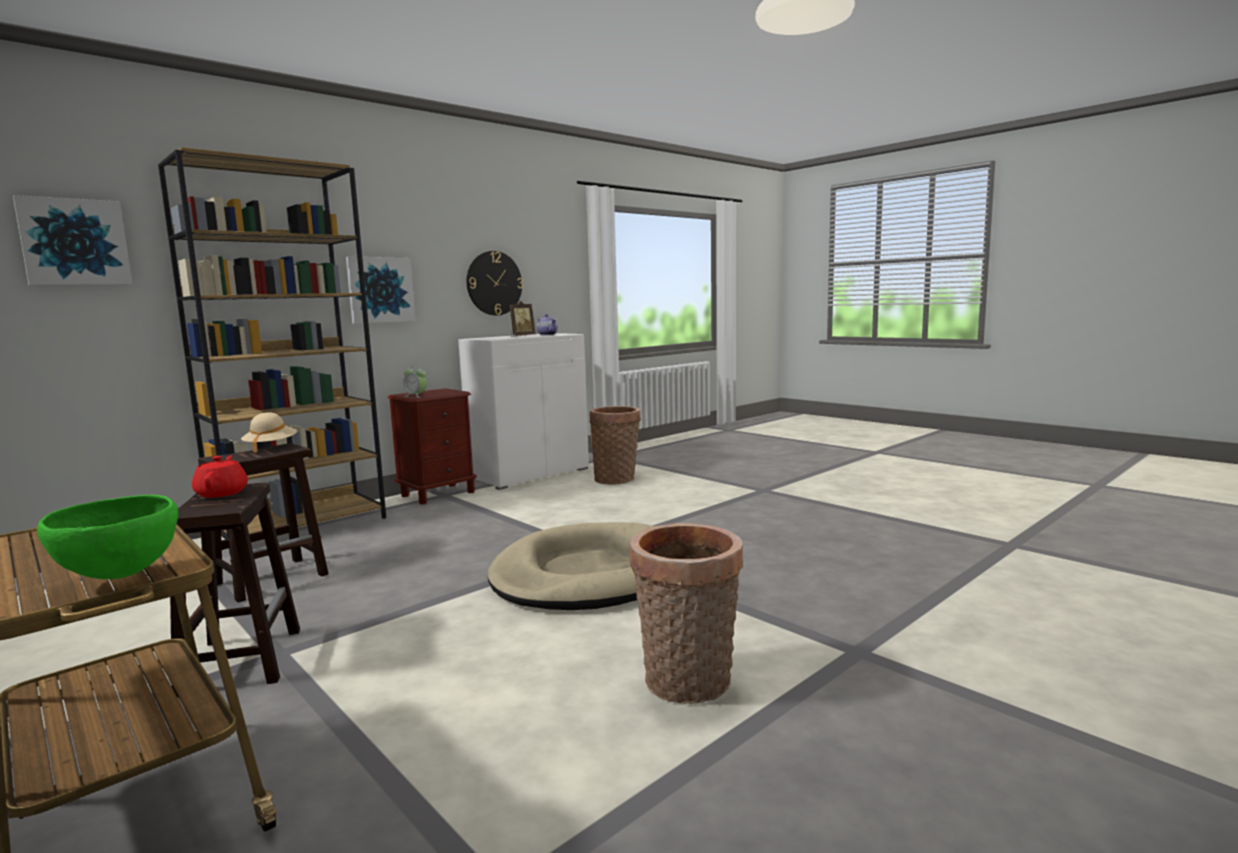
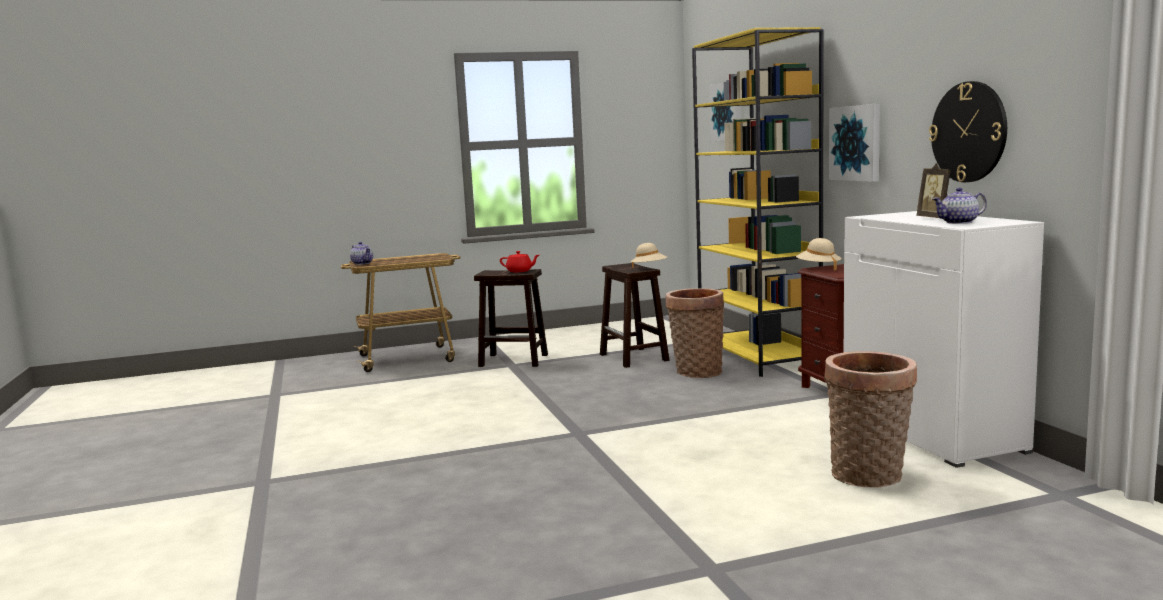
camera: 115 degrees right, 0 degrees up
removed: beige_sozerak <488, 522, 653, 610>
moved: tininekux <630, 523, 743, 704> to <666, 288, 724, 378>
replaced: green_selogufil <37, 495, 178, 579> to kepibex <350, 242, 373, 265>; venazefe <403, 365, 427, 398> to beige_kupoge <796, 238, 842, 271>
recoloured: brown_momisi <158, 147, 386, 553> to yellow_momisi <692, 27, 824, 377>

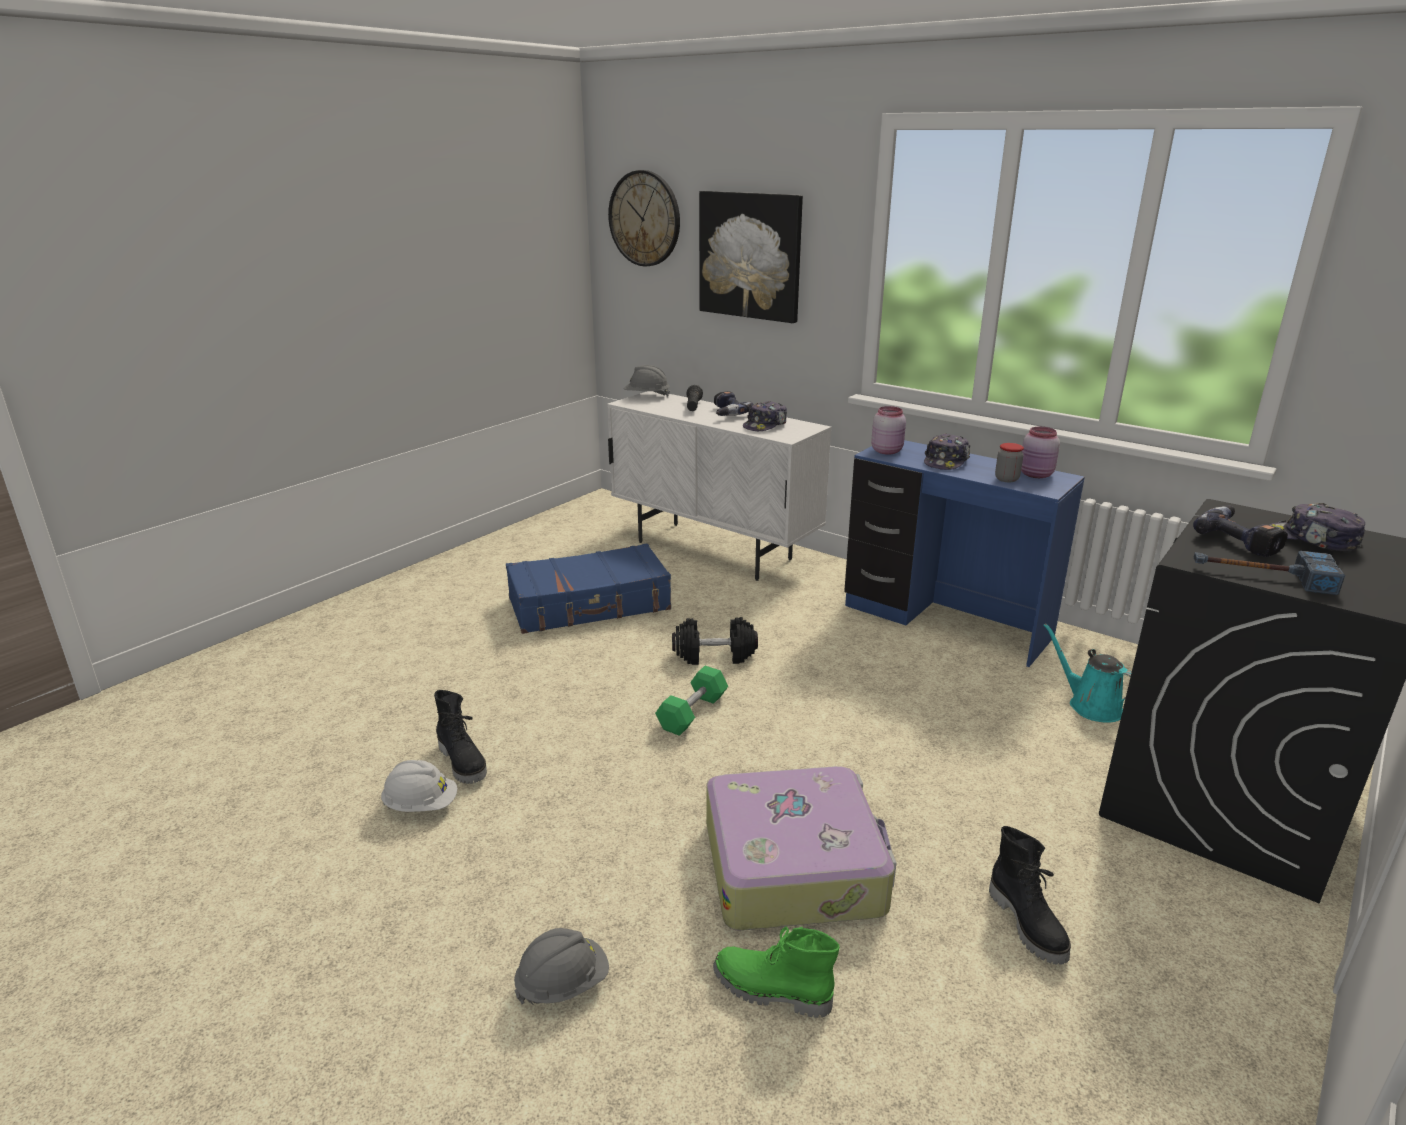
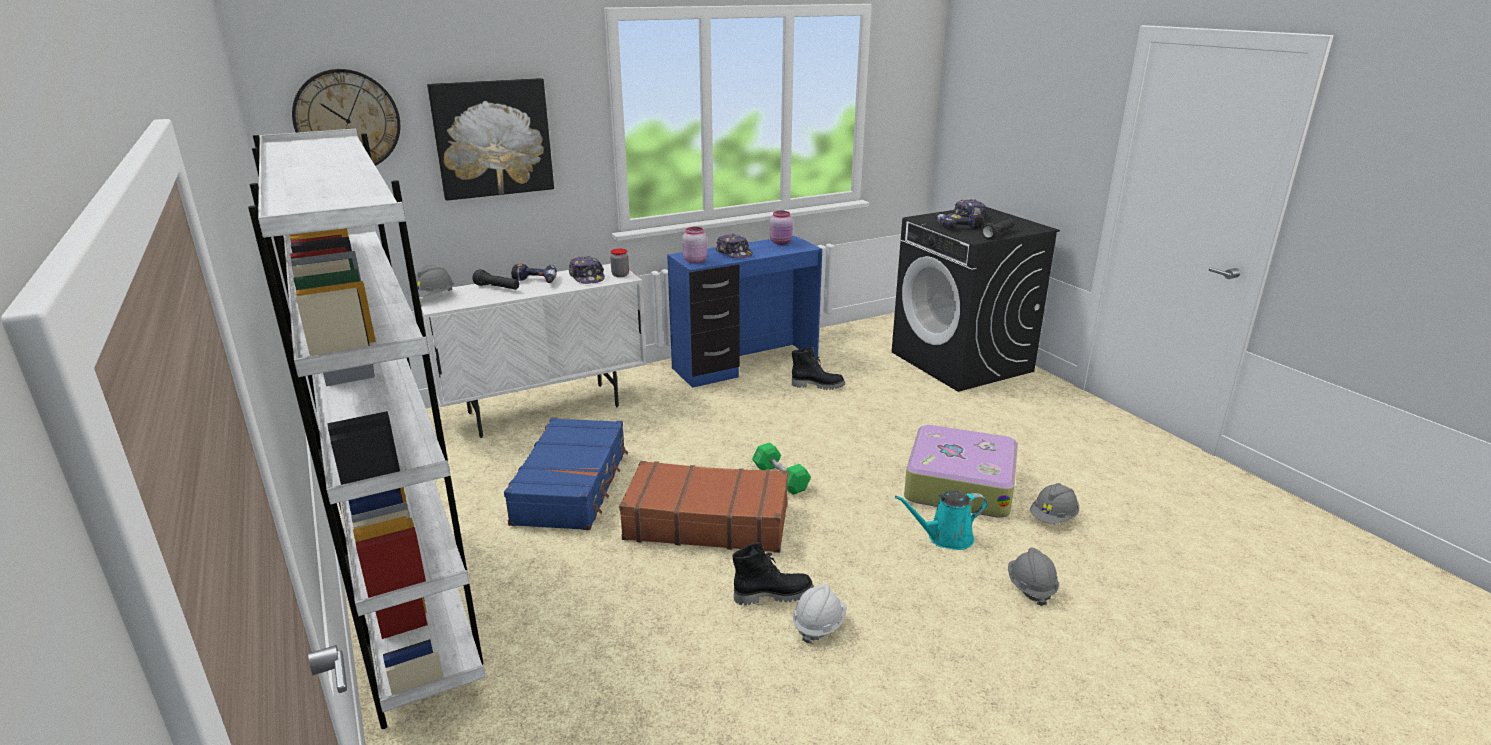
camera: 65 degrees left, 0 degrees up
removed: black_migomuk <672, 617, 758, 665>
added: white_momisi <248, 129, 486, 729>; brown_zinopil <619, 461, 788, 553>
moved: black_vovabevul <989, 826, 1071, 965> to <792, 347, 845, 390>; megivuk <995, 443, 1024, 482> to <610, 248, 629, 277>; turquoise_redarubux <1043, 623, 1132, 723> to <895, 490, 988, 550>
replaced: green_vovabevul <713, 927, 840, 1018> to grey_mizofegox <1030, 483, 1079, 524>; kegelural <1194, 551, 1345, 595> to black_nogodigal <982, 218, 1015, 239>

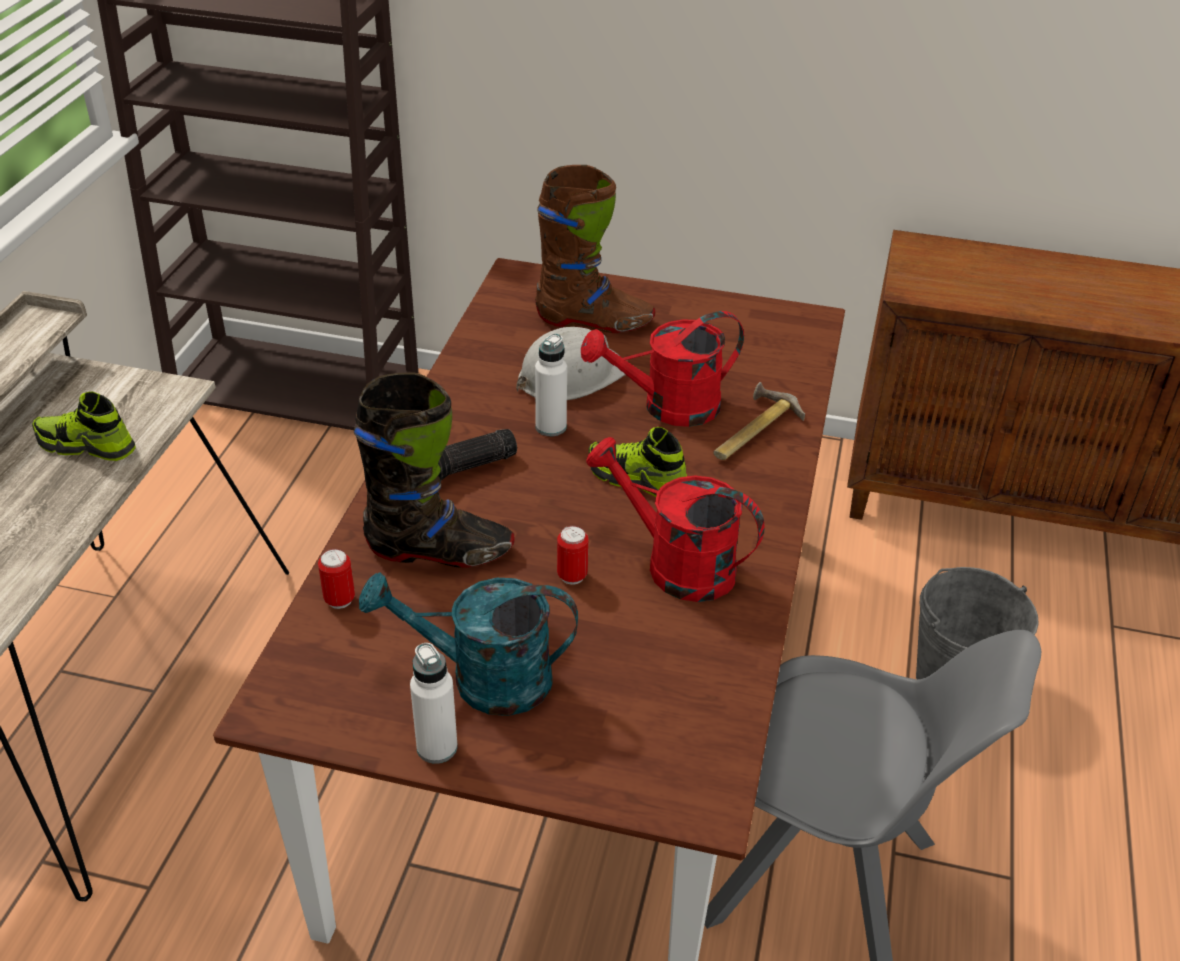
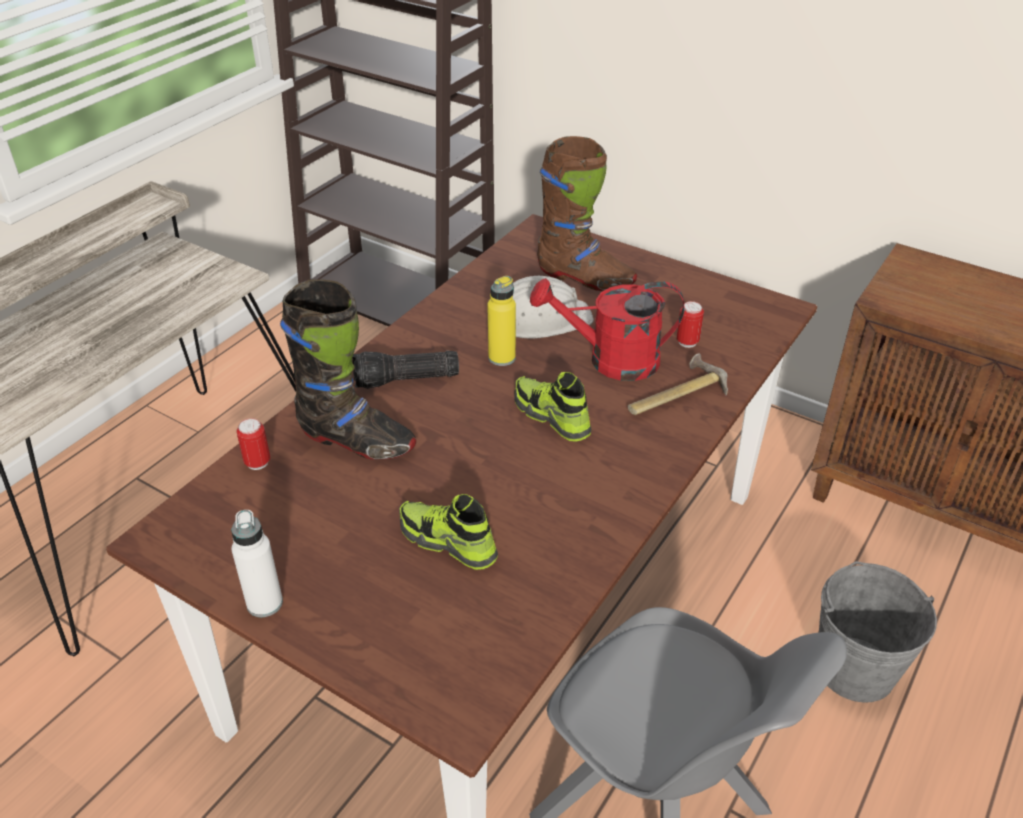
camera: 20 degrees right, 0 degrees up
removed: turquoise_redarubux <359, 572, 578, 716>; red_redarubux <586, 437, 765, 602>
moved: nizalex <32, 391, 135, 461> to <399, 494, 498, 570>; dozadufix <557, 526, 589, 585> to <677, 301, 704, 348>
recoloured: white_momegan <535, 333, 567, 436> to yellow_momegan <487, 276, 516, 366>

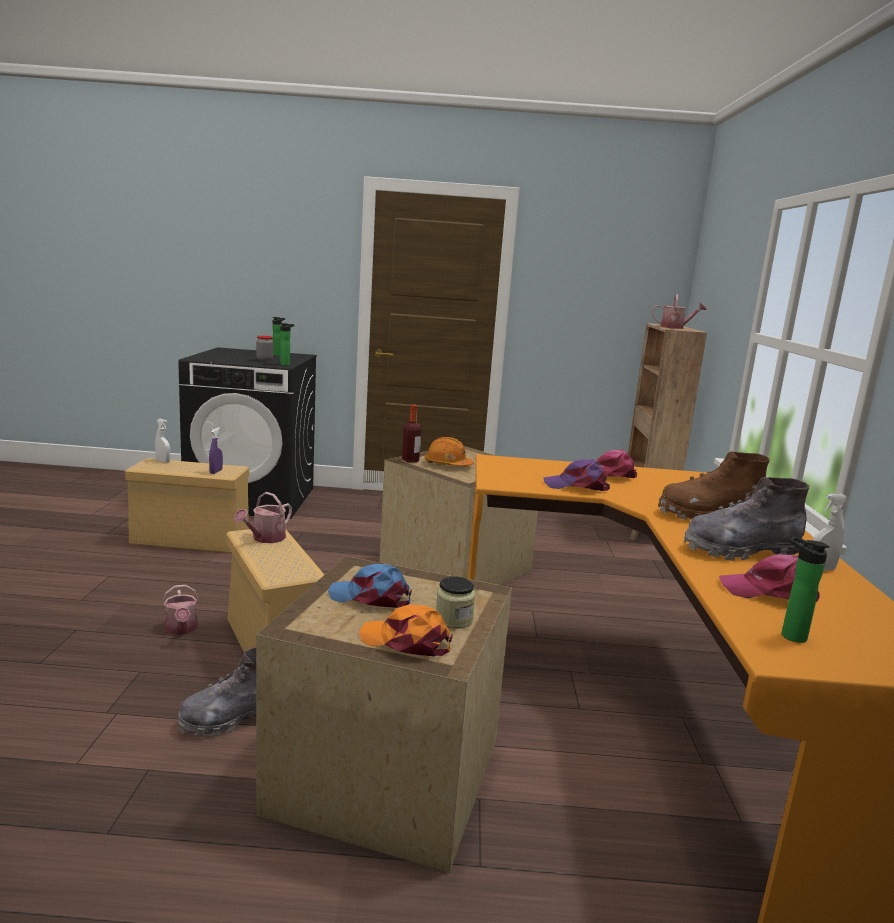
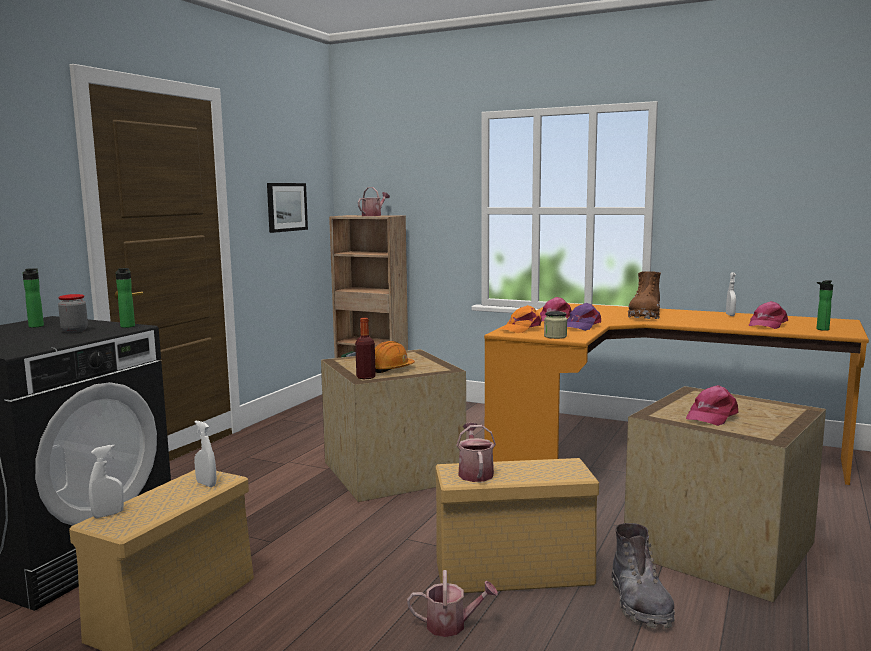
camera: 65 degrees left, 5 degrees down
removed: grey_vovabevul <684, 477, 809, 561>
added: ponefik <267, 183, 308, 233>
moved: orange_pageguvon <359, 604, 453, 657> to <499, 305, 542, 333>; megivuk <436, 576, 475, 629> to <544, 311, 567, 339>
recoloured: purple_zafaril <209, 427, 223, 474> to white_zafaril <194, 421, 217, 487>; blue_pageguvon <328, 564, 412, 608> to pink_pageguvon <686, 385, 738, 426>
turned: redarubux <234, 492, 292, 543> = <456, 423, 496, 482> 150 degrees counterclockwise

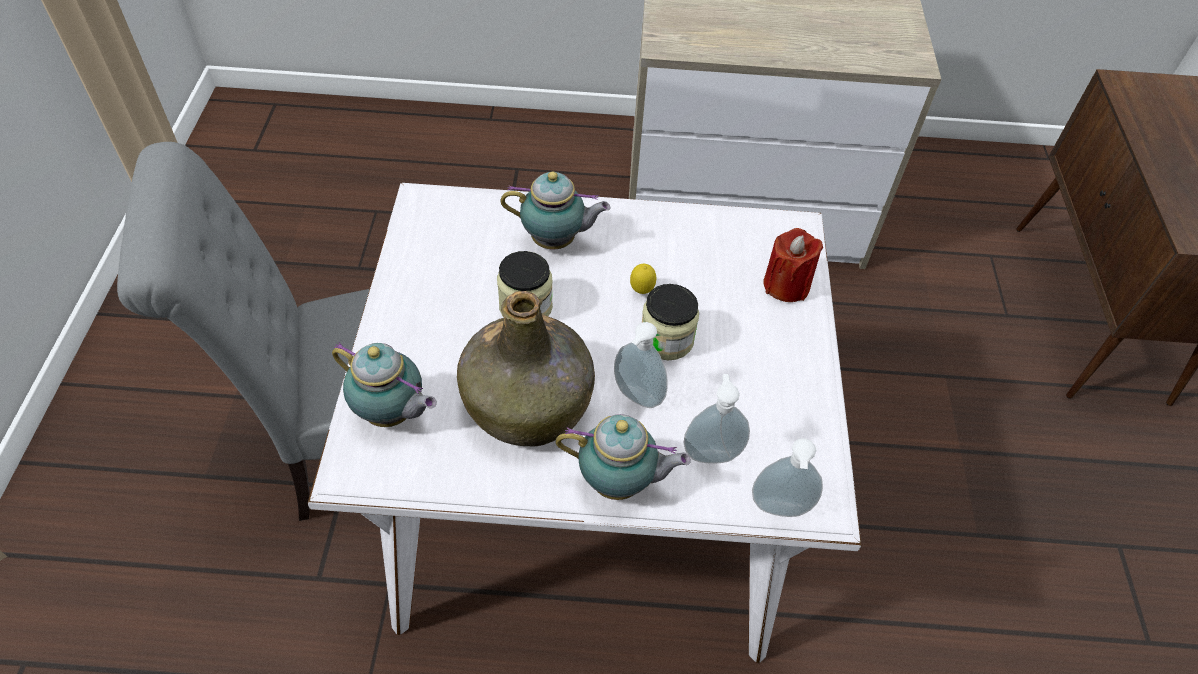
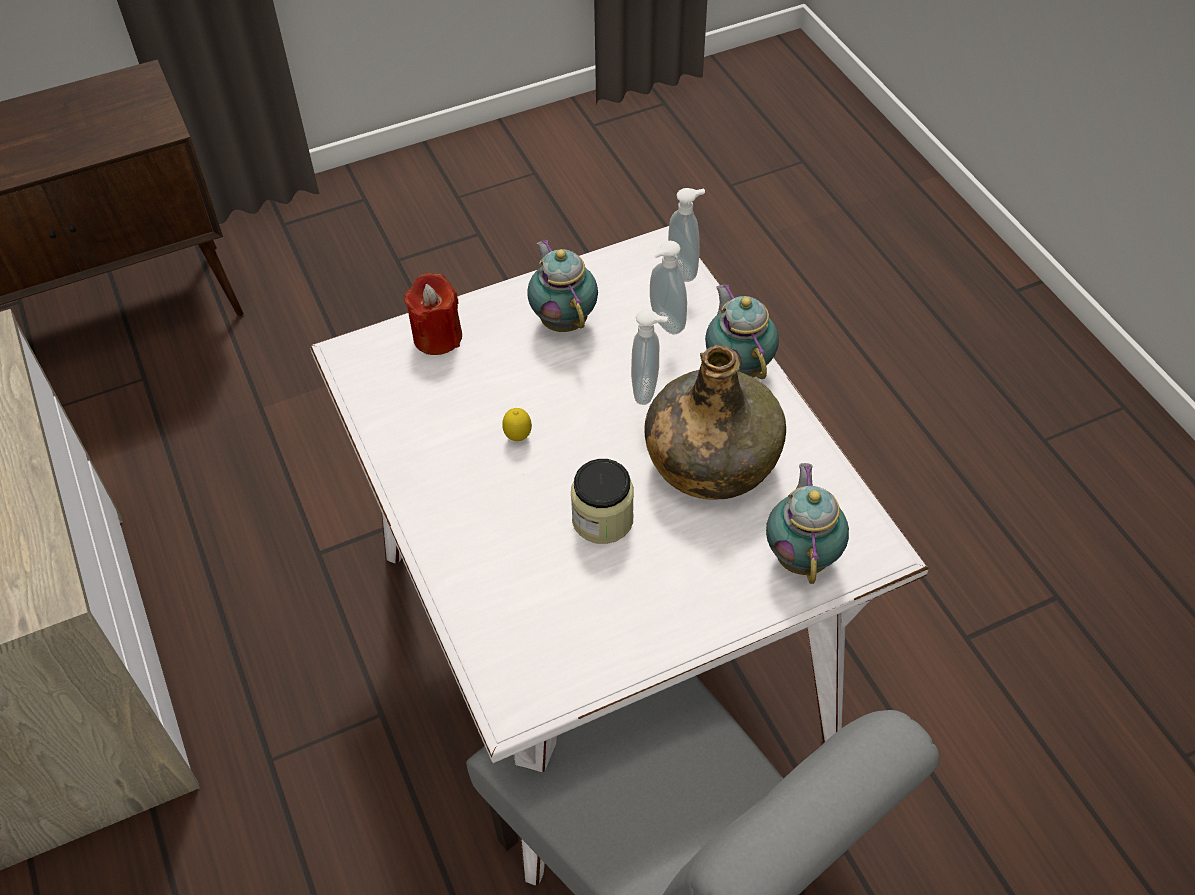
camera: 115 degrees left, 0 degrees up
removed: megivuk <642, 284, 699, 360>
moved: kepibex <501, 171, 610, 249> to <527, 239, 598, 332>

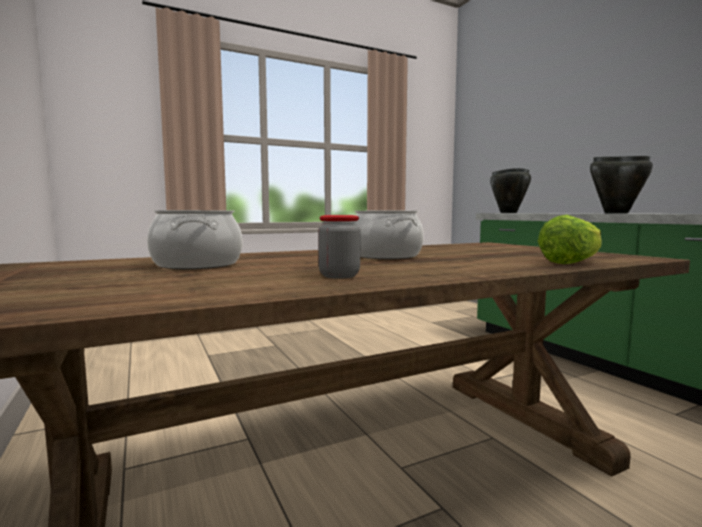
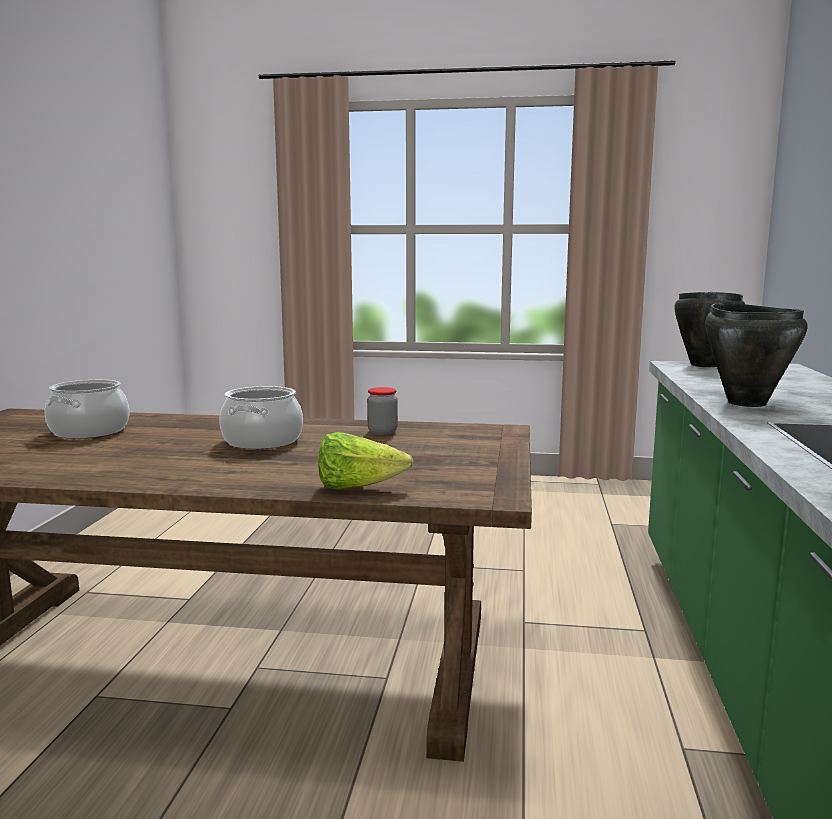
camera: 35 degrees right, 5 degrees up
moved: megivuk <318, 215, 360, 279> to <367, 387, 398, 435>

